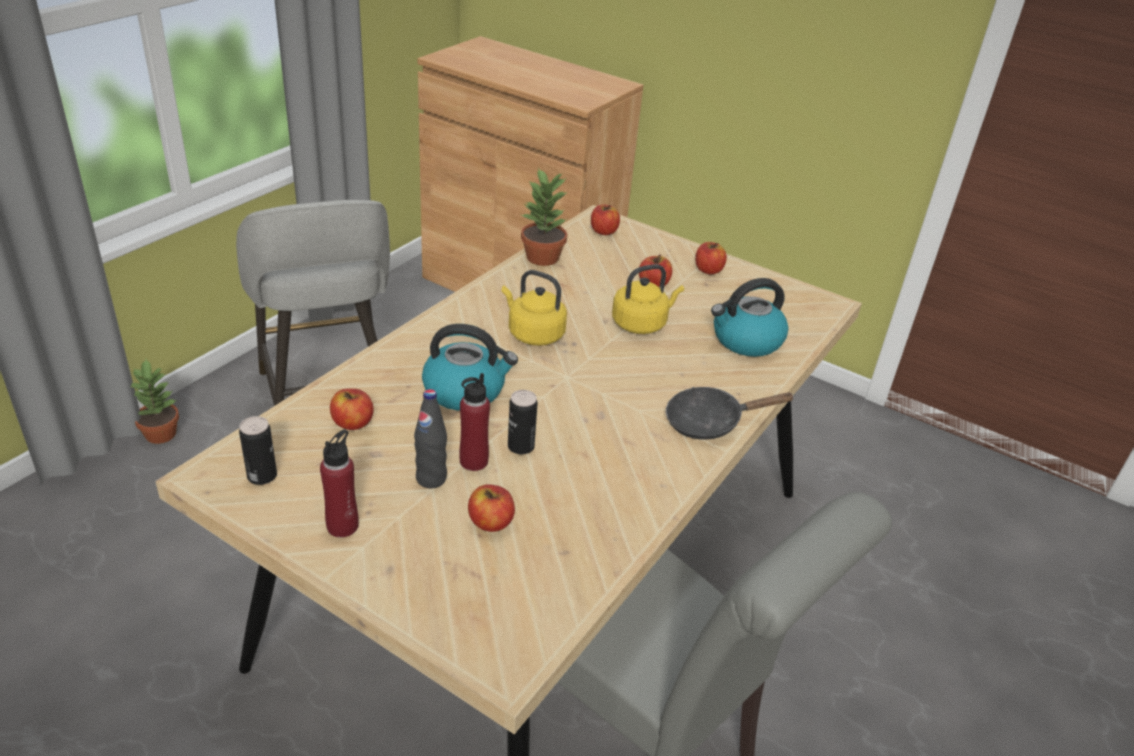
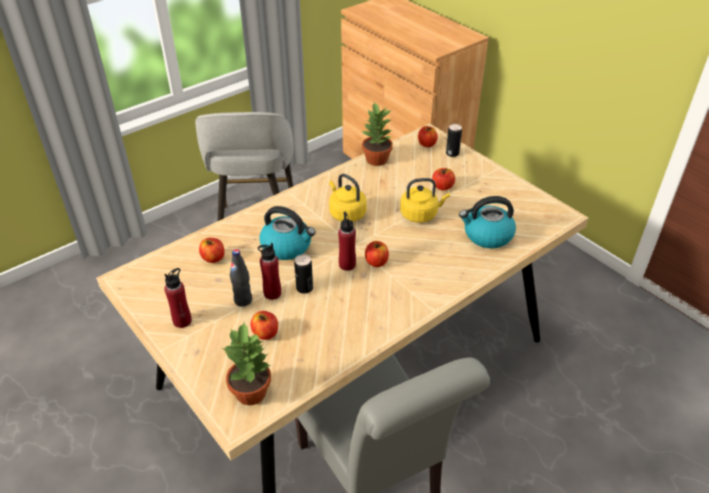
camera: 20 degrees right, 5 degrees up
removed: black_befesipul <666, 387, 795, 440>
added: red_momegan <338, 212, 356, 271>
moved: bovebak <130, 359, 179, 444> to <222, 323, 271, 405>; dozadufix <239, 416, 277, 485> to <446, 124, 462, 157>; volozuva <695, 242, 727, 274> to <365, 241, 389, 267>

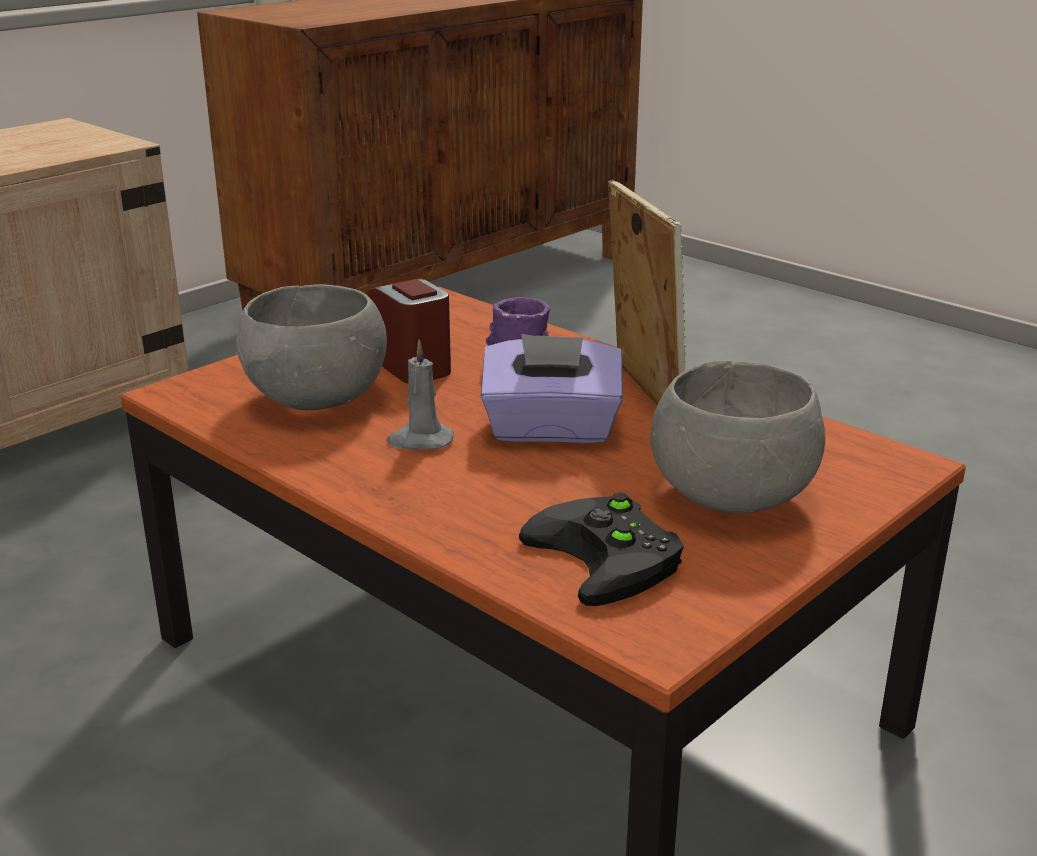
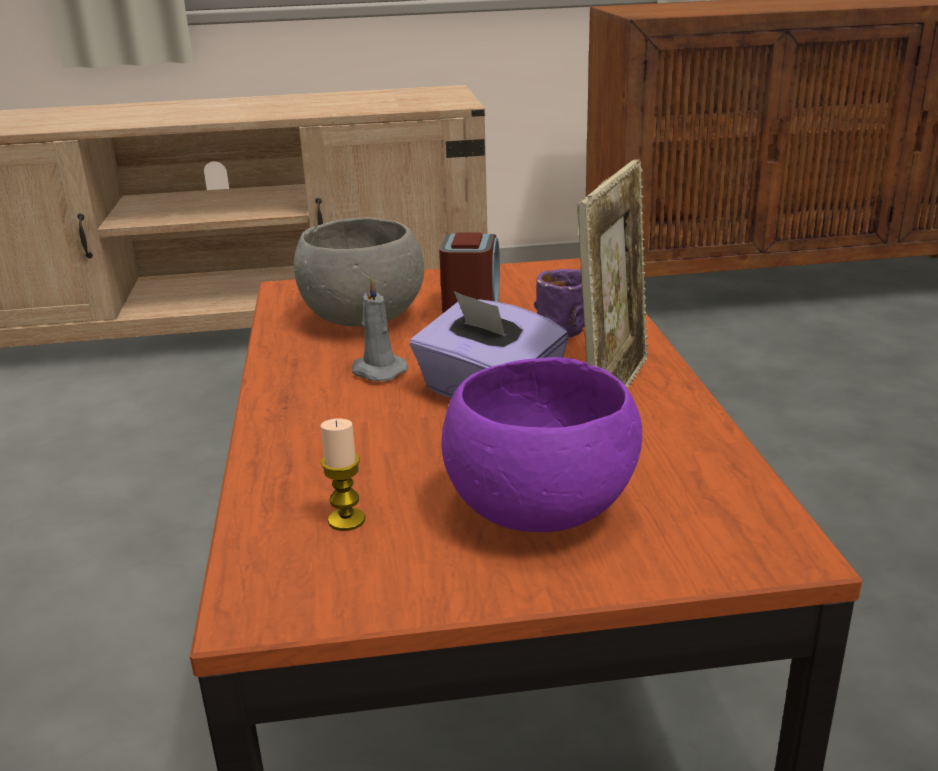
camera: 40 degrees right, 0 degrees up
replaced: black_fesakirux <519, 492, 684, 606> to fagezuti <320, 419, 365, 531>
recoloured: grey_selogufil <651, 361, 825, 513> to purple_selogufil <442, 357, 642, 532>

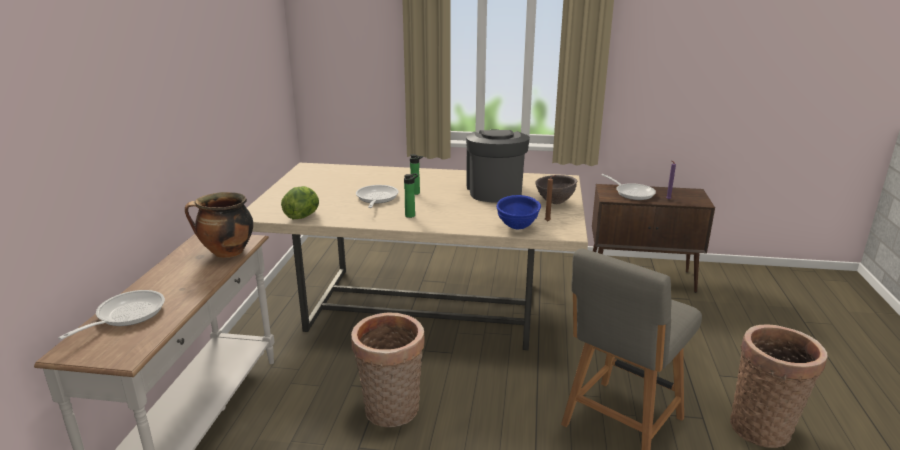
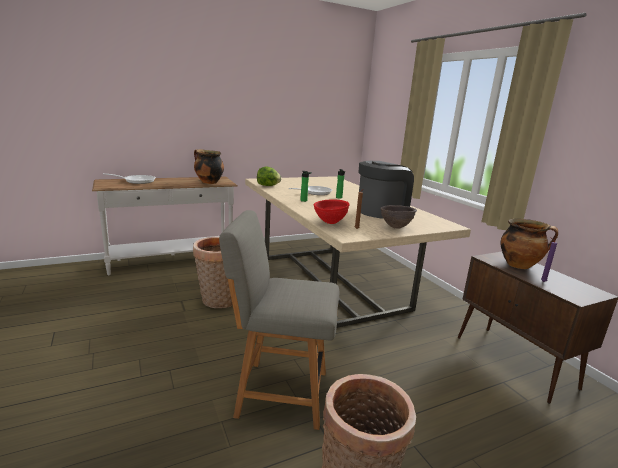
camera: 55 degrees right, 5 degrees down
replaced: befesipul <601, 174, 656, 200> to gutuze <500, 219, 558, 269>
recoloured: blue_selogufil <496, 195, 541, 230> to red_selogufil <314, 199, 350, 224>

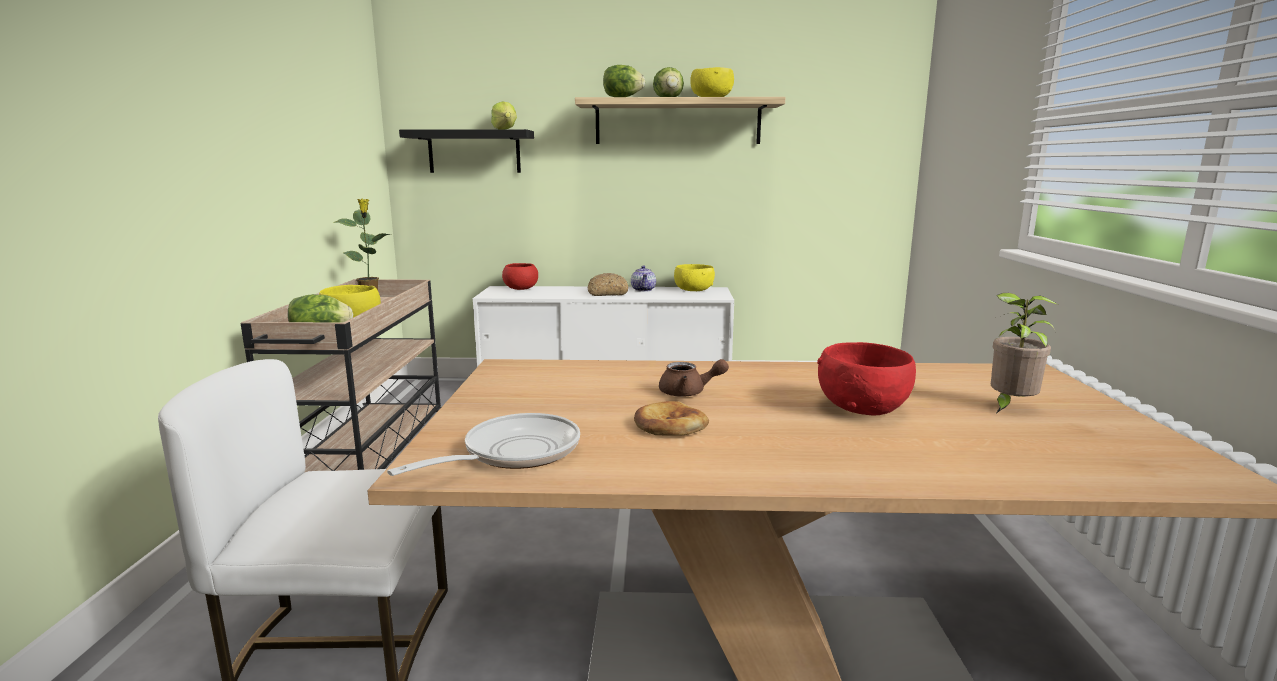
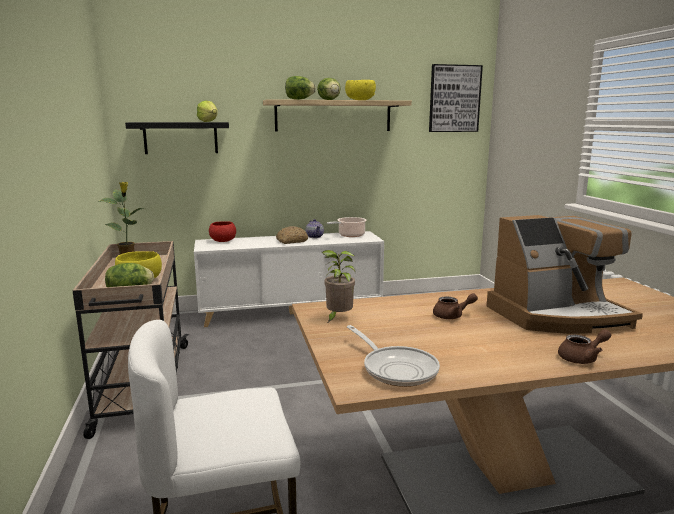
camera: 15 degrees left, 0 degrees up
removed: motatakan <634, 401, 709, 436>
added: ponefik <429, 64, 483, 132>; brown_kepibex <558, 329, 611, 364>
moved: bovebak <991, 293, 1058, 413> to <322, 250, 356, 324>
replaced: yellow_selogufil <674, 264, 715, 291> to gutuze <327, 217, 367, 237>; red_selogufil <817, 342, 916, 415> to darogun <486, 215, 643, 334>
turned: befesipul <387, 413, 580, 476> = <347, 325, 440, 387> 120 degrees clockwise

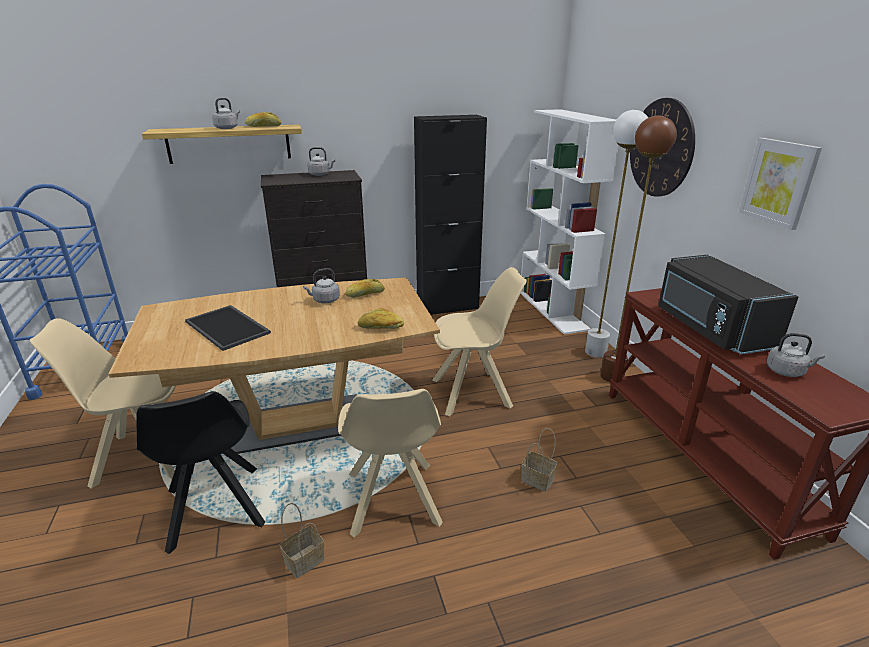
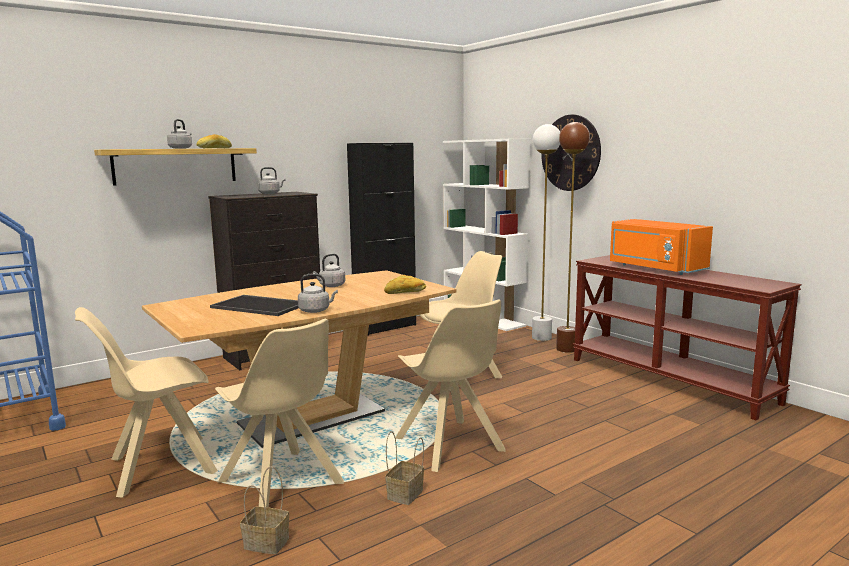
camera: 20 degrees left, 15 degrees down
removed: motatakan <345, 279, 385, 298>; ponefik <739, 138, 822, 230>
moved: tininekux <521, 428, 558, 491> to <240, 467, 289, 554>; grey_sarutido <767, 333, 825, 377> to <298, 274, 338, 313>
recoloured: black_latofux <136, 391, 265, 554> to beige_latofux <215, 319, 344, 508>; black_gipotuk <658, 255, 798, 355> to orange_gipotuk <610, 219, 713, 275>

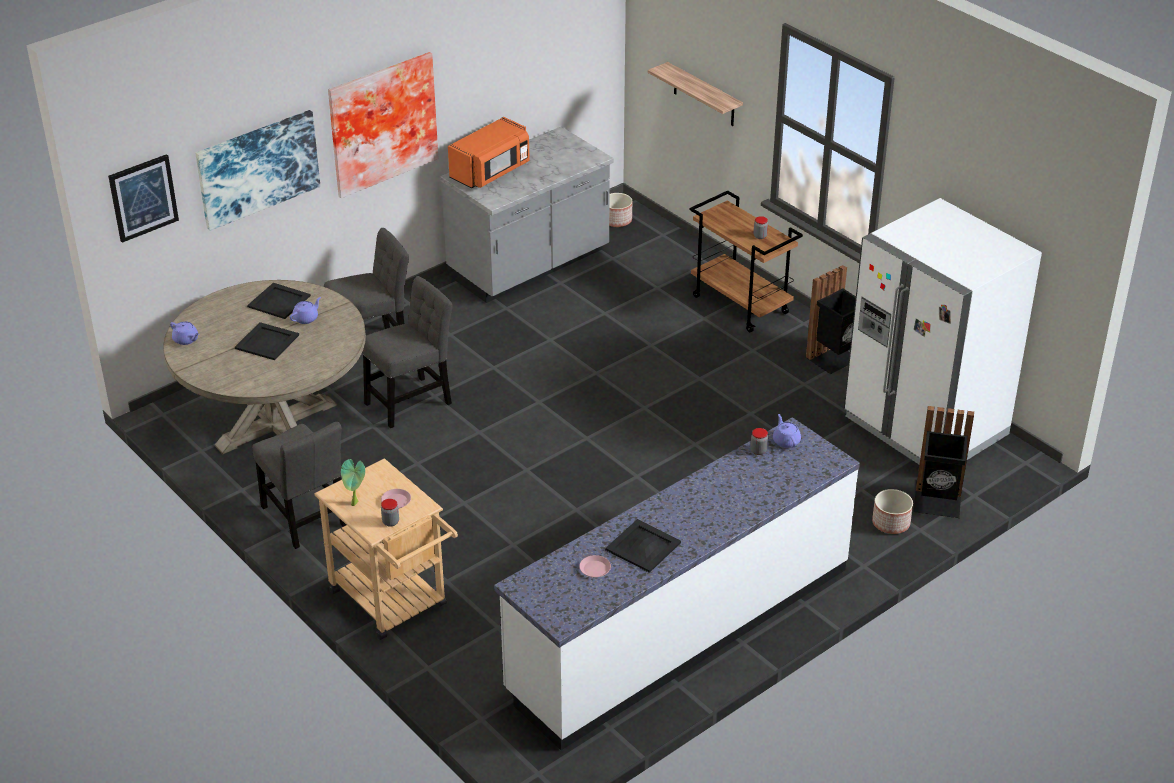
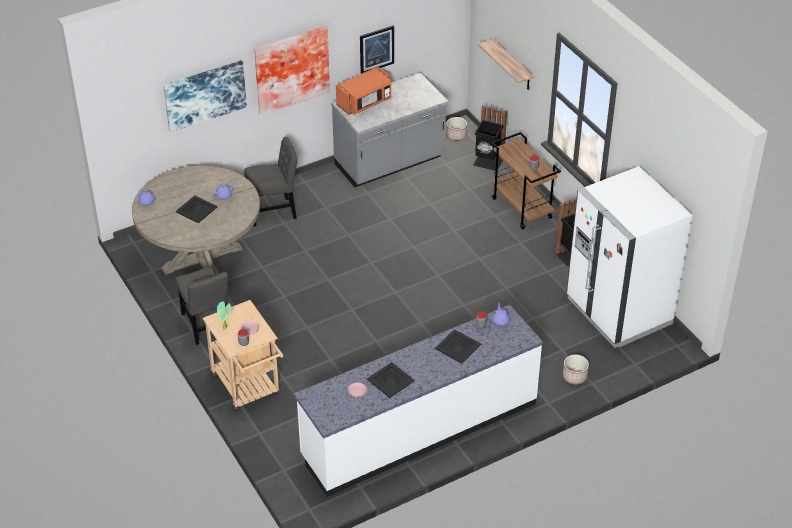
camera: 10 degrees right, 5 degrees up
removed: grey_latofux <362, 276, 453, 428>
moved: ponefik <108, 154, 179, 243> to <360, 25, 394, 74>; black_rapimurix <247, 283, 311, 319> to <435, 329, 481, 364>; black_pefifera <913, 406, 974, 518> to <473, 106, 507, 171>

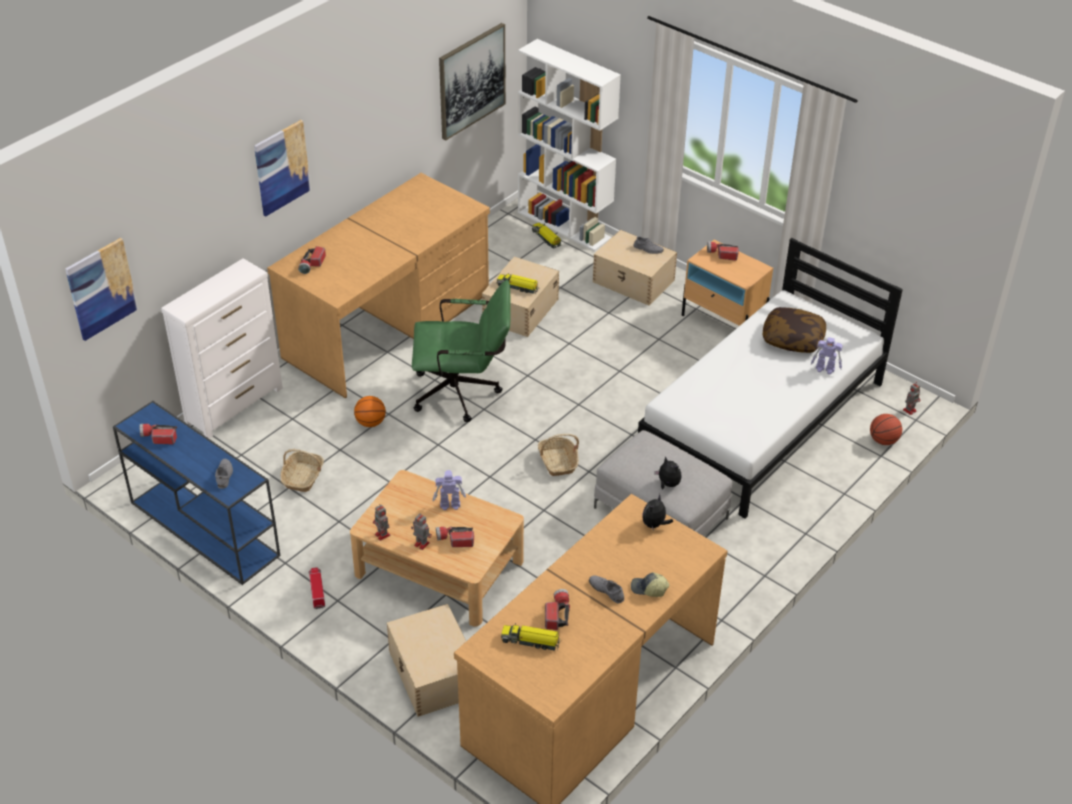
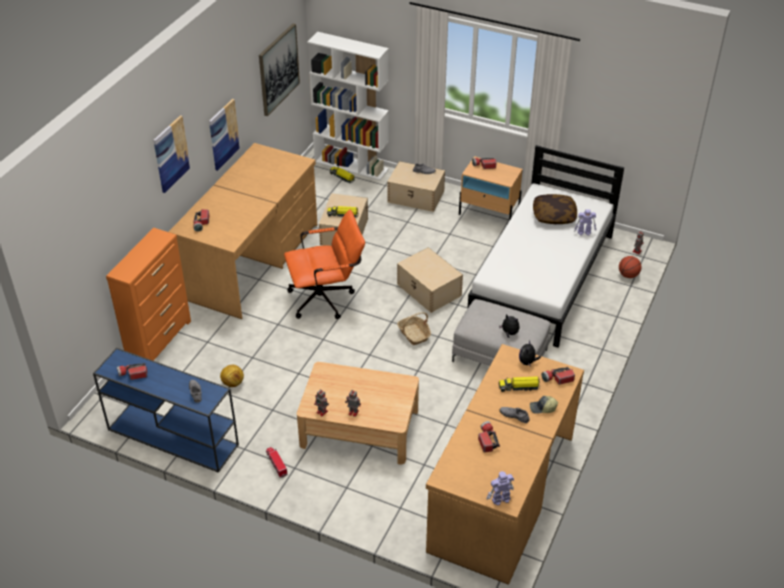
camera: 15 degrees left, 0 degrees up
removed: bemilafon <354, 396, 386, 427>
moved: ponefik <65, 238, 138, 341> to <209, 99, 240, 171>; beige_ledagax <387, 604, 466, 717> to <397, 247, 463, 313>; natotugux <433, 470, 466, 510> to <486, 471, 514, 506>; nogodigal <436, 527, 474, 547> to <541, 367, 575, 385>; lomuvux <501, 623, 560, 650> to <499, 376, 540, 392>
replaced: tininekux <280, 449, 324, 492> to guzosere <220, 365, 244, 387>
recoloured: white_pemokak <161, 258, 283, 439> to orange_pemokak <106, 228, 191, 361>; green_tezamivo <412, 280, 511, 422> to orange_tezamivo <284, 209, 365, 319>

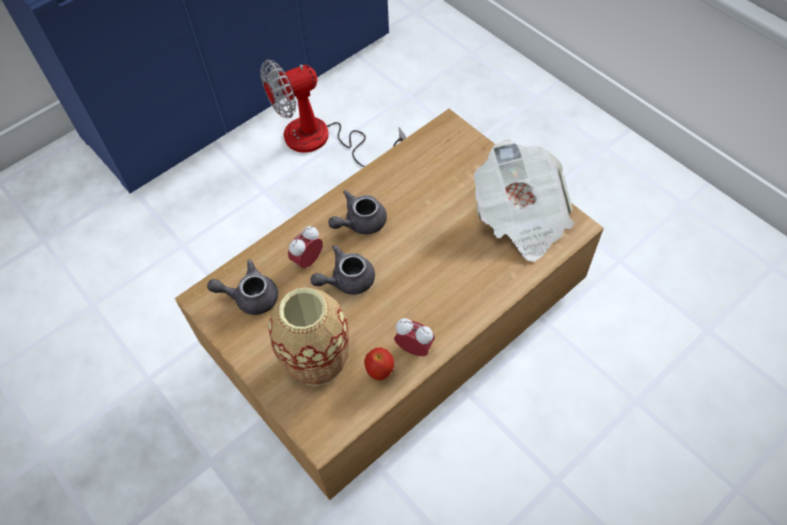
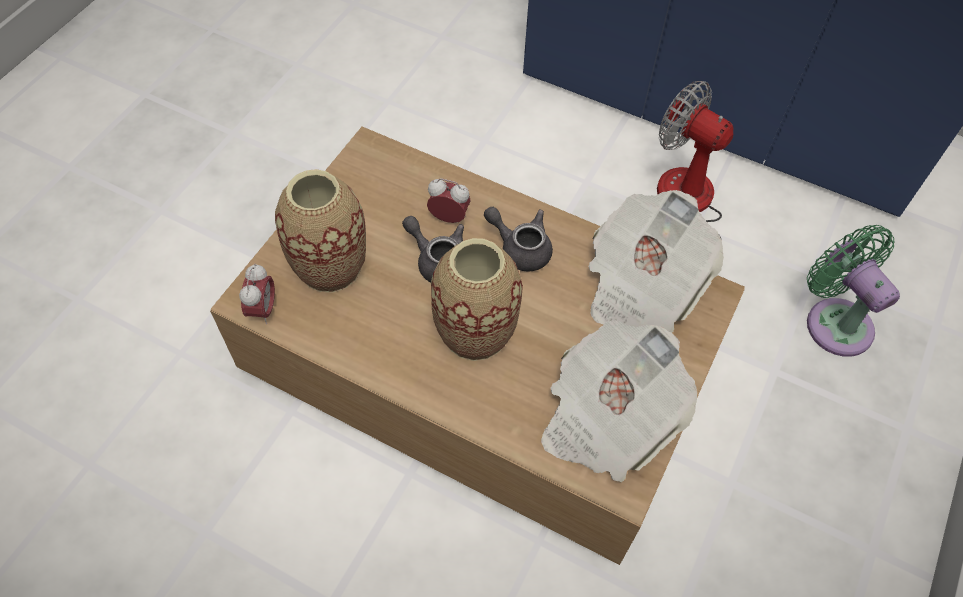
camera: 65 degrees right, 0 degrees up
removed: grey_kepibex <207, 260, 278, 315>; volozuva <364, 348, 394, 381>
added: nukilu <431, 238, 523, 361>; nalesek <588, 190, 724, 333>; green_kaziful <807, 225, 900, 357>
moved: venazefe <394, 318, 435, 356> to <239, 264, 275, 324>

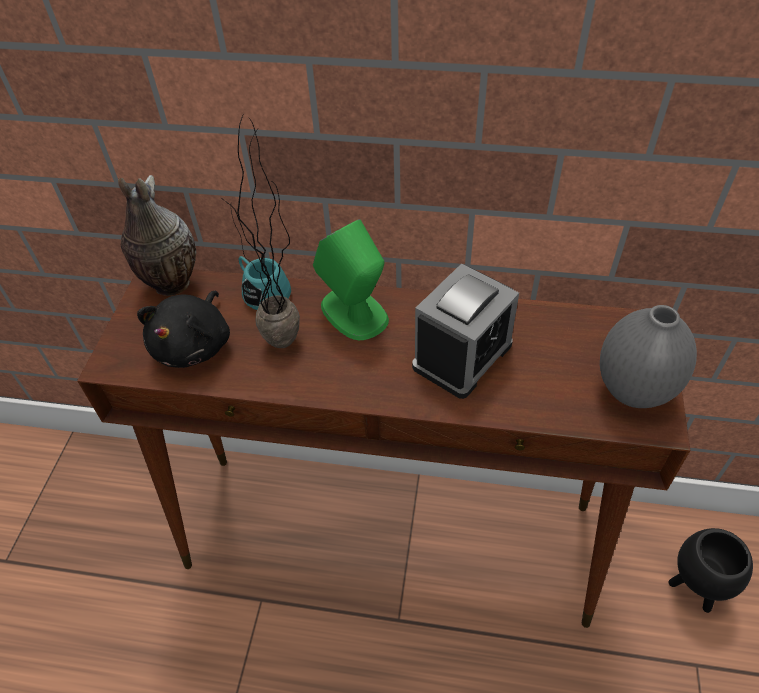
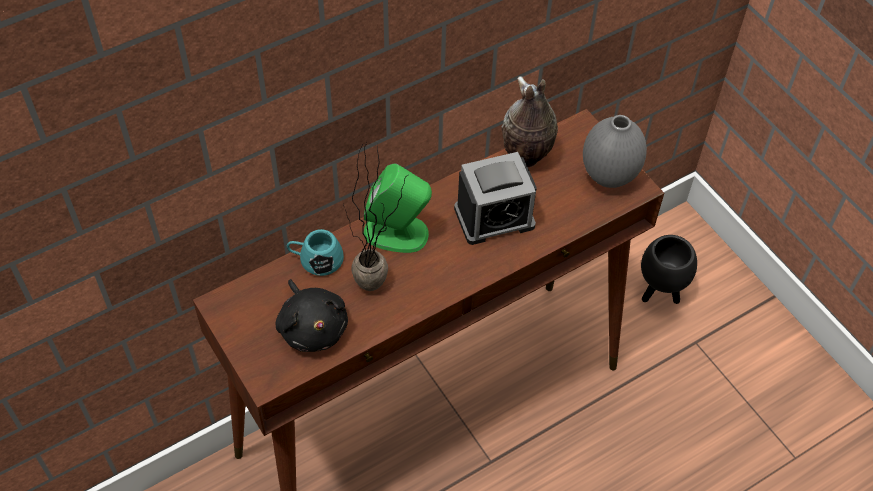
camera: 45 degrees left, 5 degrees up
moved: nukilu <118, 175, 196, 296> to <502, 76, 558, 167>
turned: venazefe <412, 264, 519, 399> = <454, 152, 537, 245> 75 degrees clockwise

